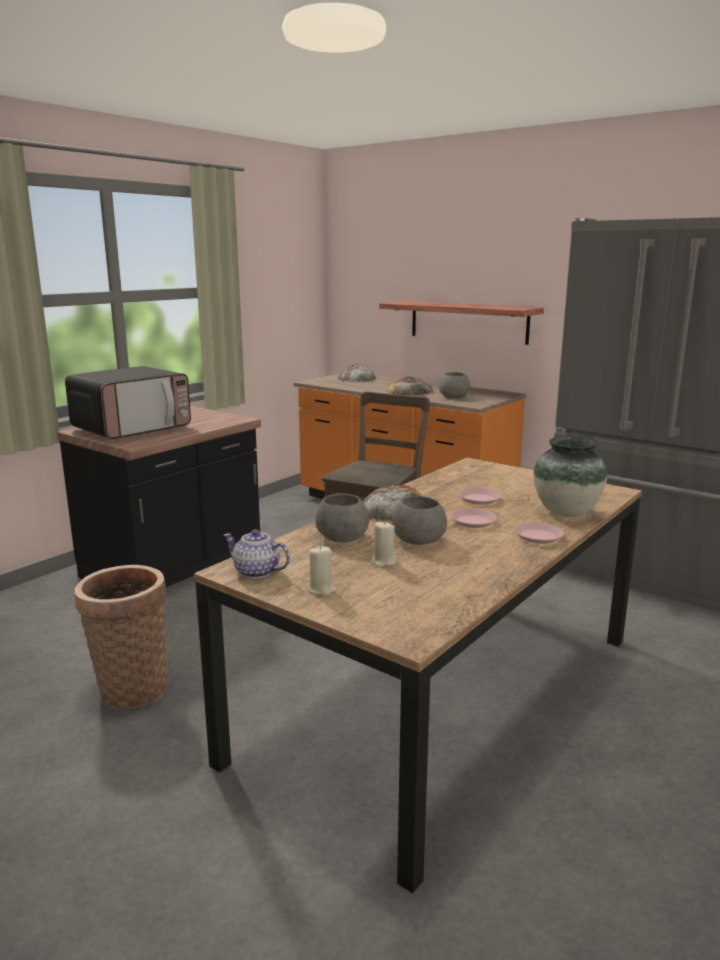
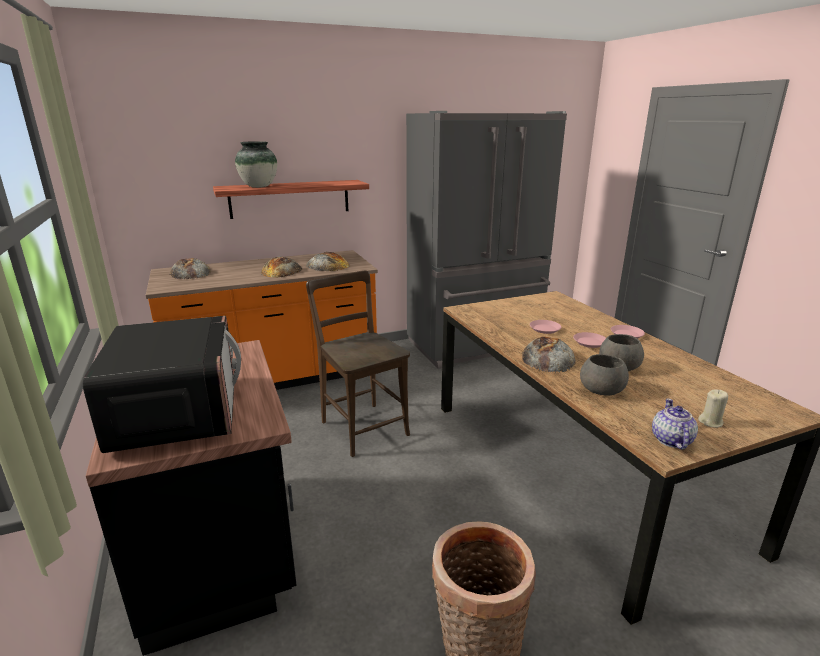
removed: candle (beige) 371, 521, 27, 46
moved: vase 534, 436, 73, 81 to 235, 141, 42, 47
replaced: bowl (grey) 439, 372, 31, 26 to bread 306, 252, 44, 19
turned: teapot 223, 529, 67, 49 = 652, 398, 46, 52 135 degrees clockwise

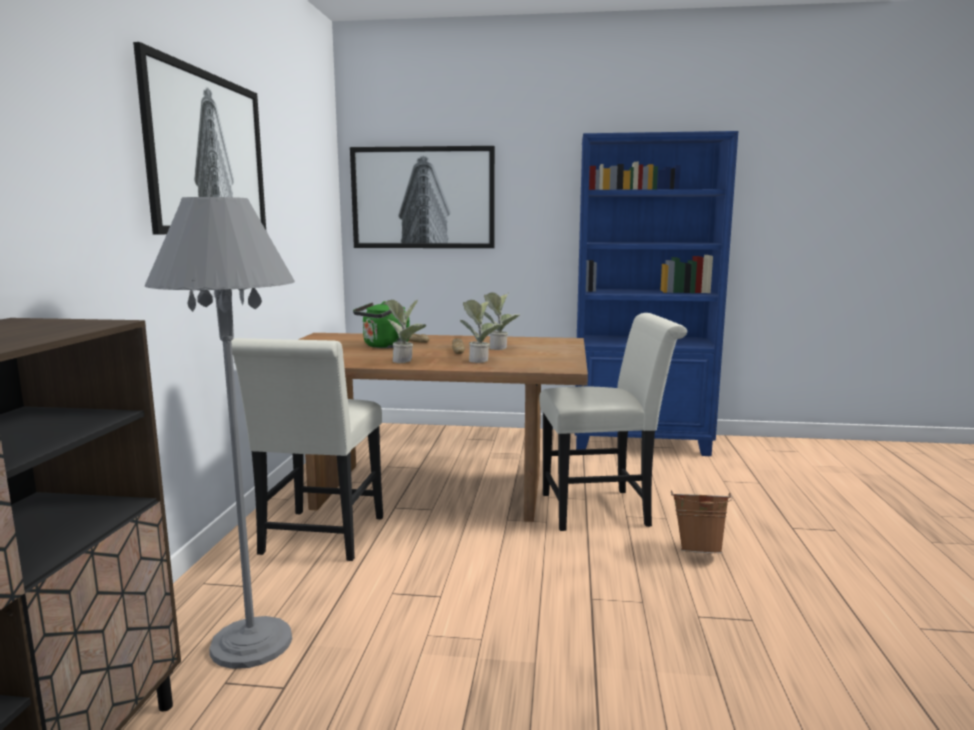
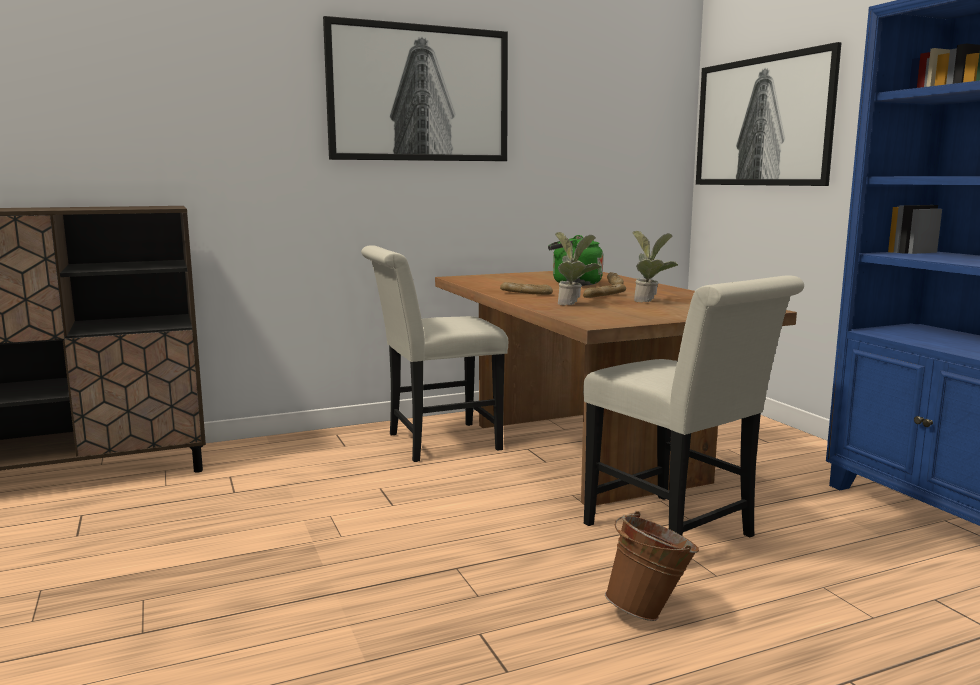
removed: floor lamp (grey) 145, 197, 150, 472
replaced: potted plant 386, 300, 40, 63 to bread 500, 282, 53, 13

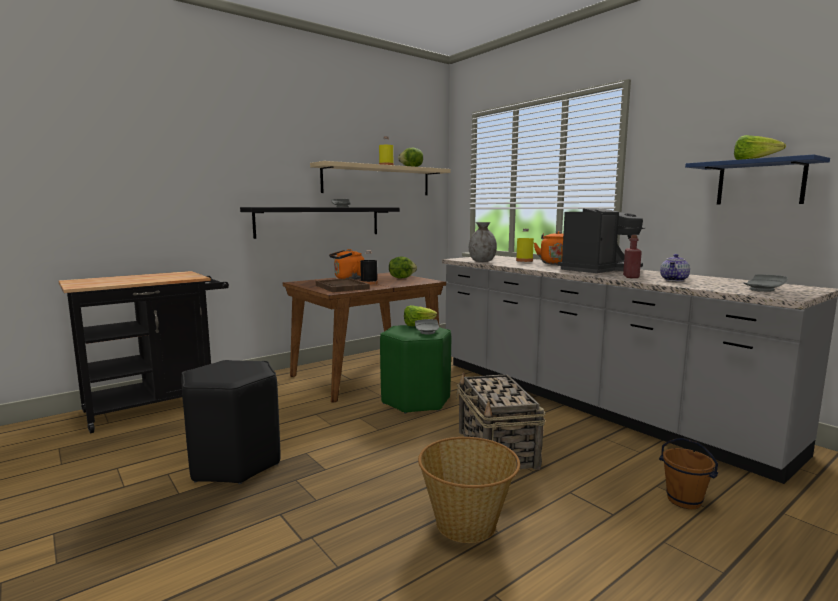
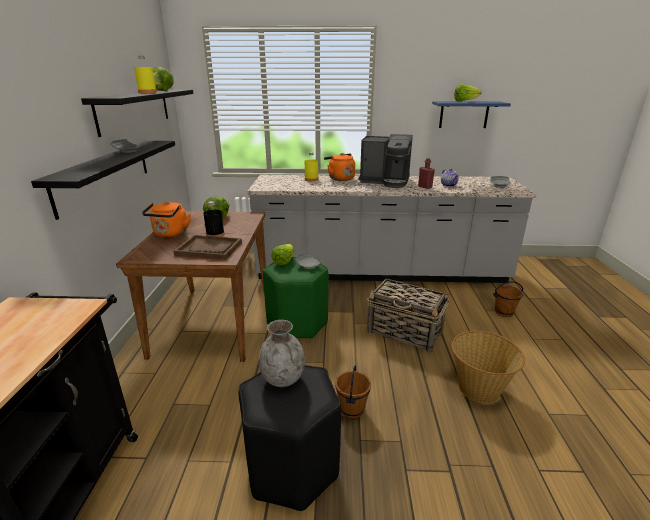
added: bucket (brown) 335, 366, 36, 53
moved: vase (grey) 469, 222, 28, 40 to 258, 320, 47, 67
recoloured: shelf (beige) 310, 161, 141, 34 to shelf (black) 81, 90, 112, 47
turned: coffee machine 558, 208, 87, 65 = 359, 134, 54, 54 105 degrees clockwise

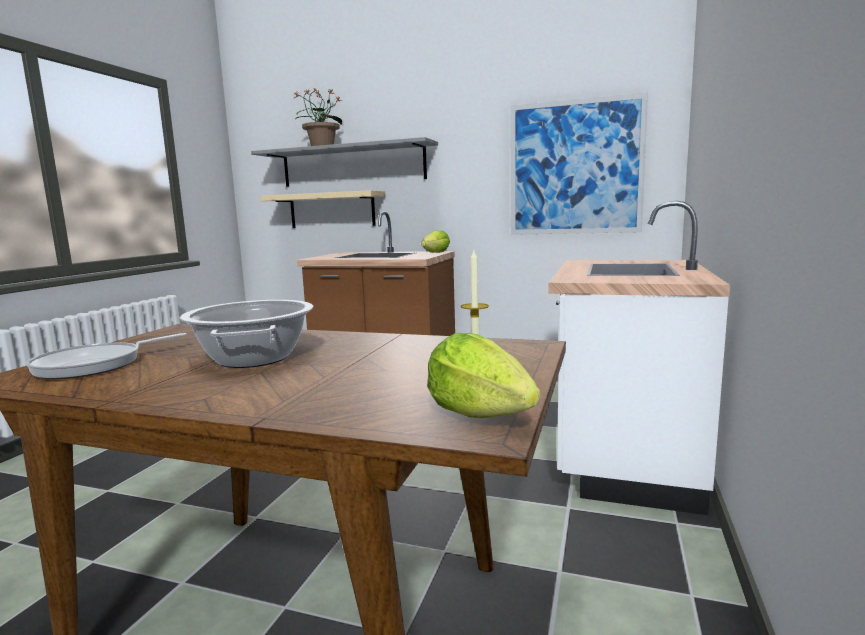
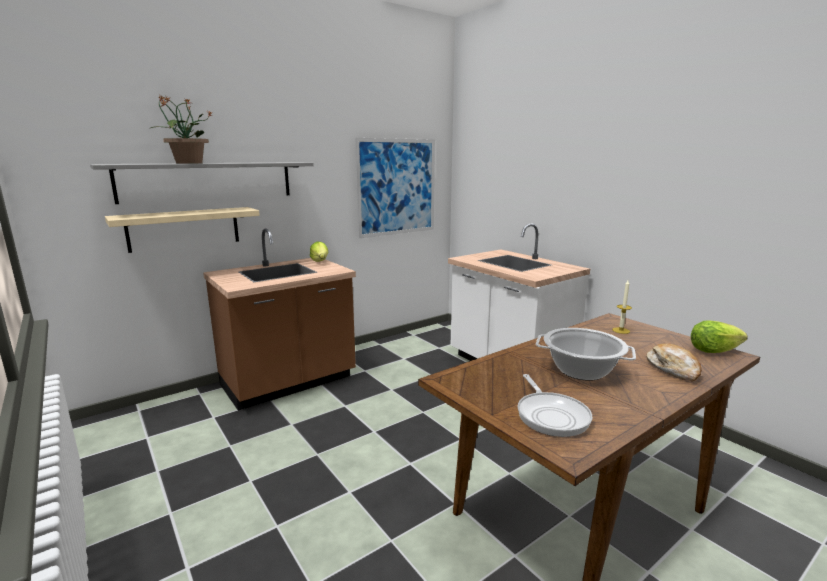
added: bread 647, 343, 55, 39

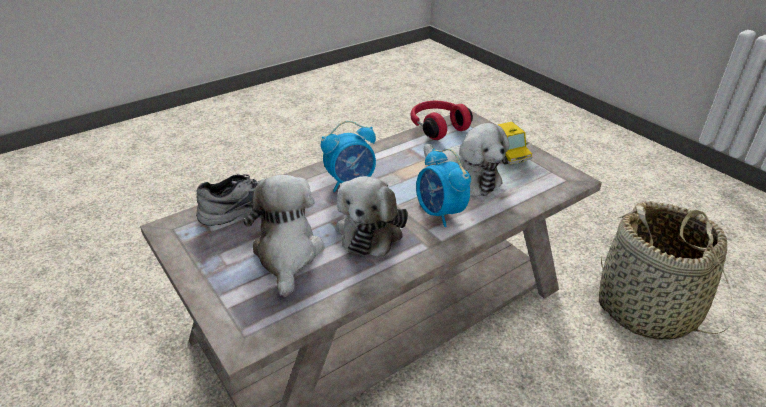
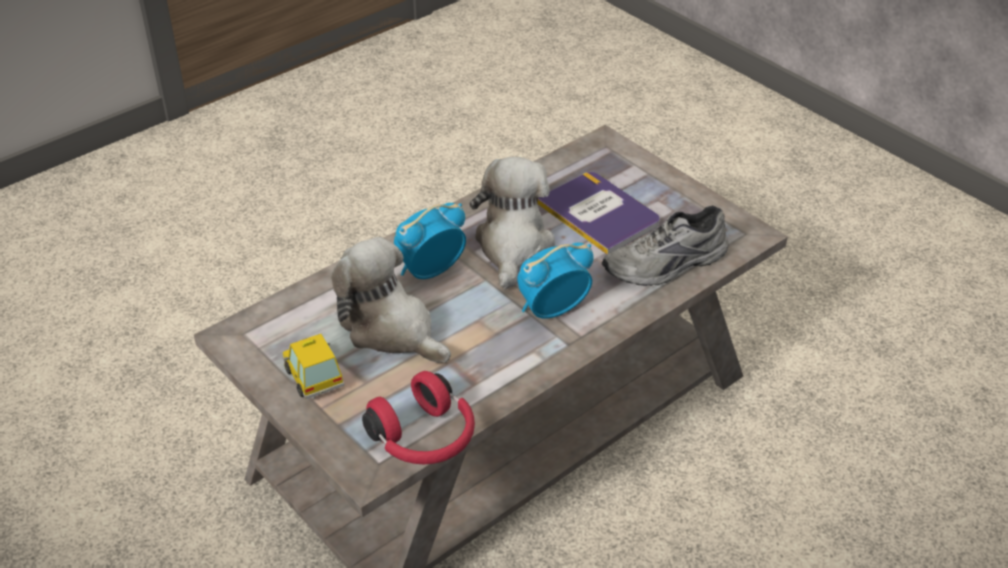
removed: basket 599, 201, 135, 139
replaced: plush toy 243, 175, 81, 122 to book 538, 172, 122, 82
turned: alarm clock 416, 149, 55, 78 = 394, 203, 72, 76 90 degrees counterclockwise

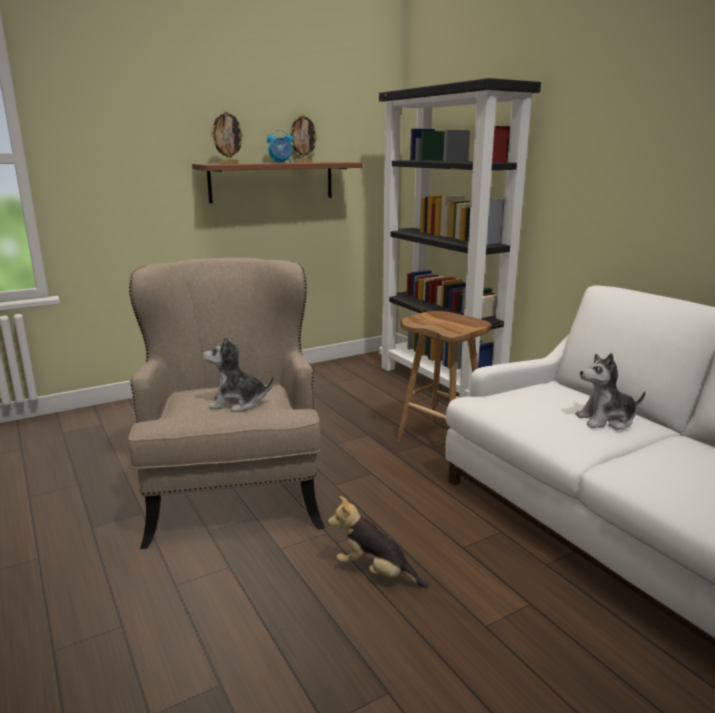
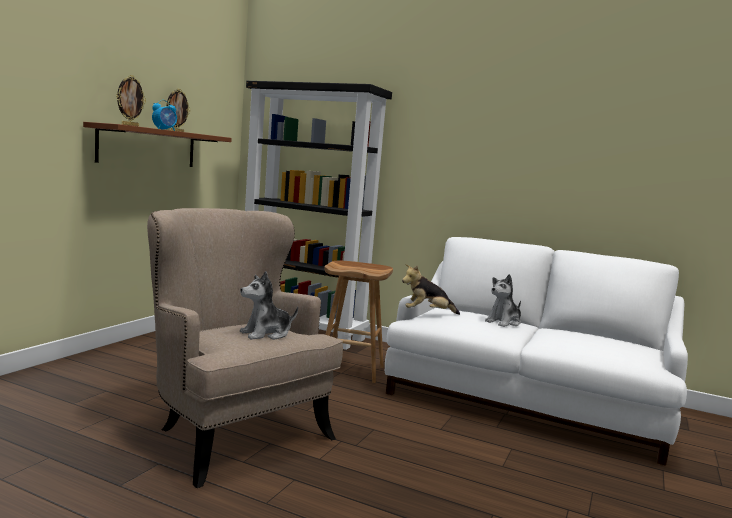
moved: plush toy 328, 496, 101, 92 to 402, 264, 58, 51

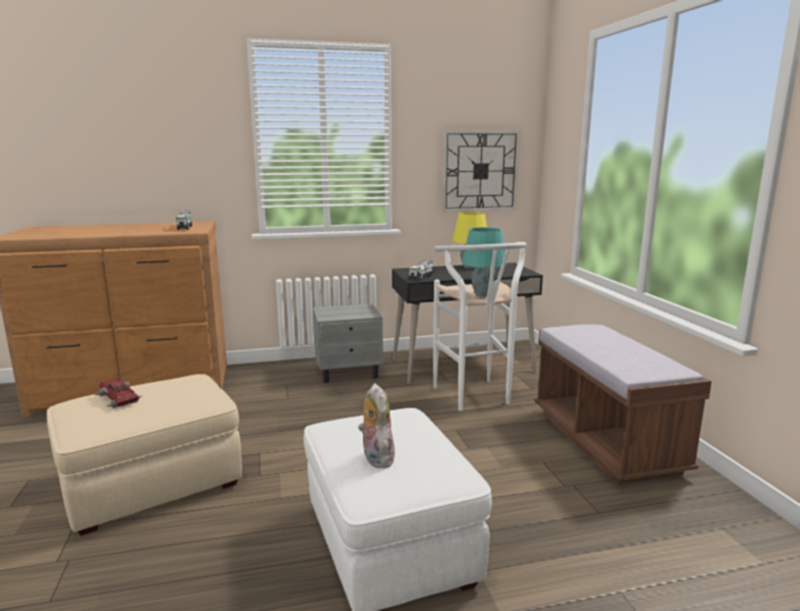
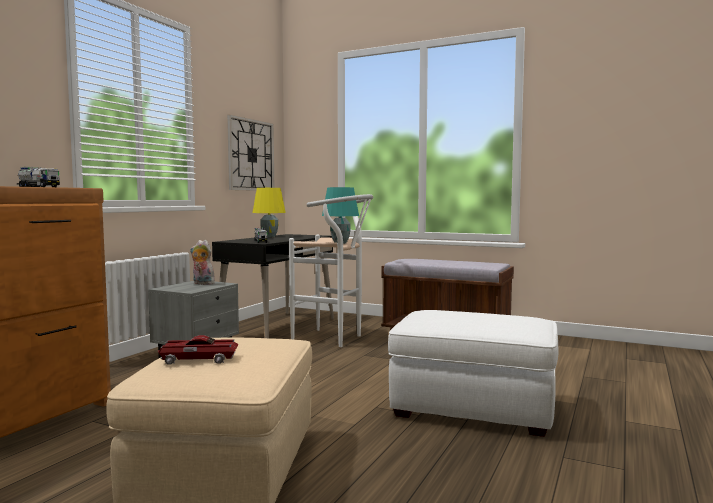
moved: plush toy 358, 383, 38, 85 to 190, 240, 28, 45

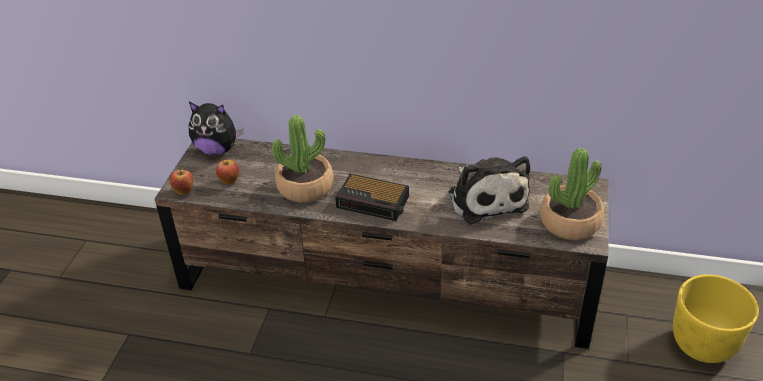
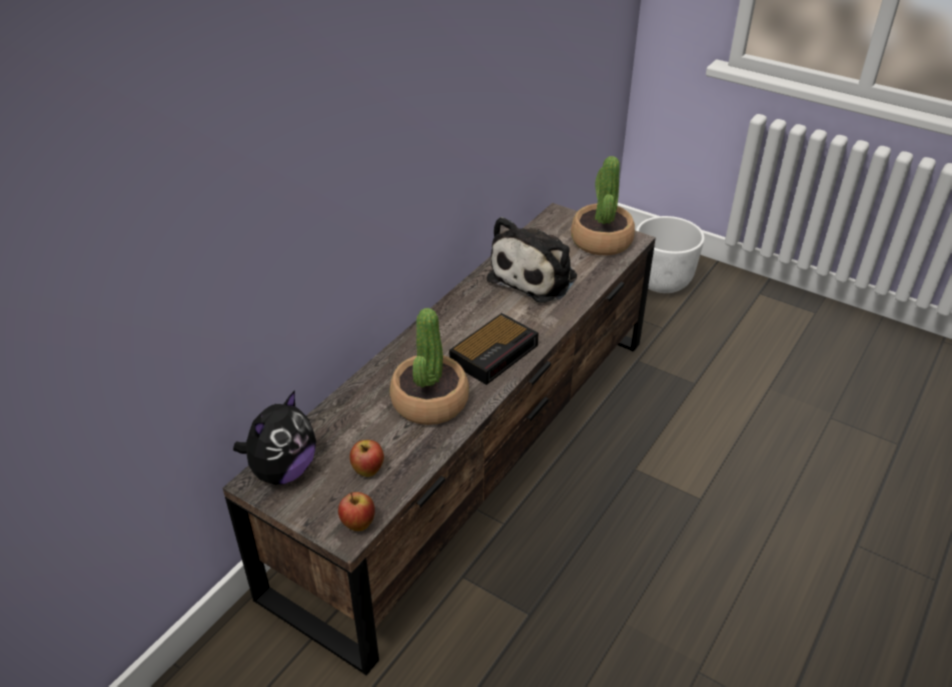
recoloured: planter (yellow) 673, 274, 86, 89 to planter (white) 636, 216, 69, 77
turned: plush toy 448, 156, 82, 68 = 487, 217, 90, 86 120 degrees clockwise

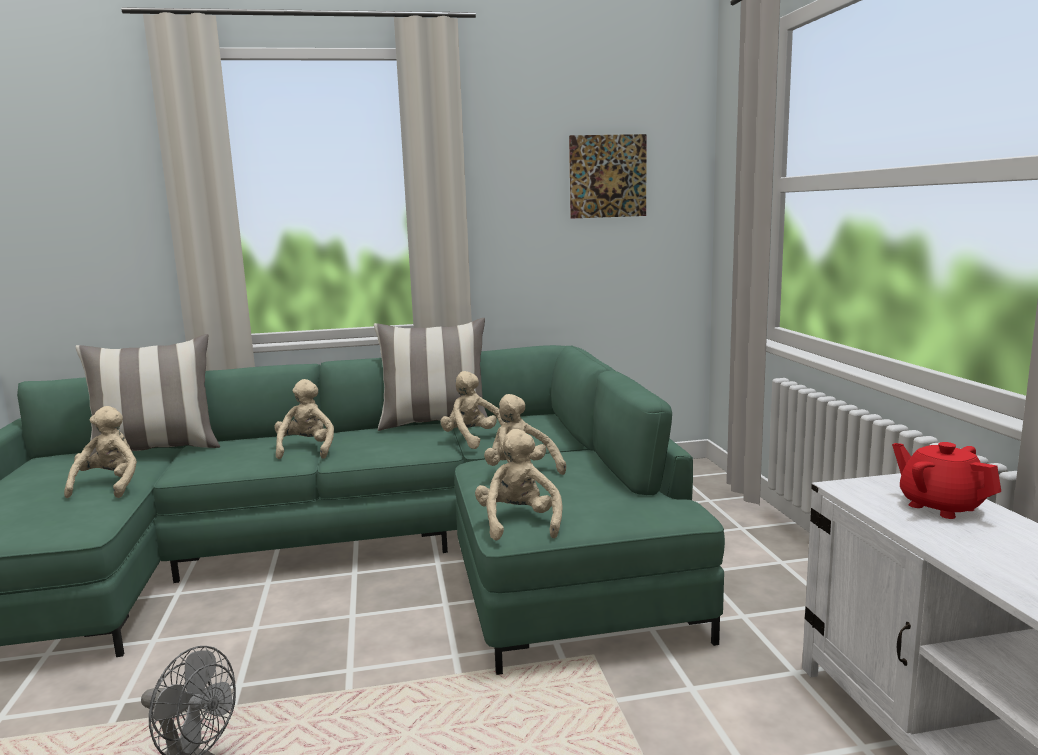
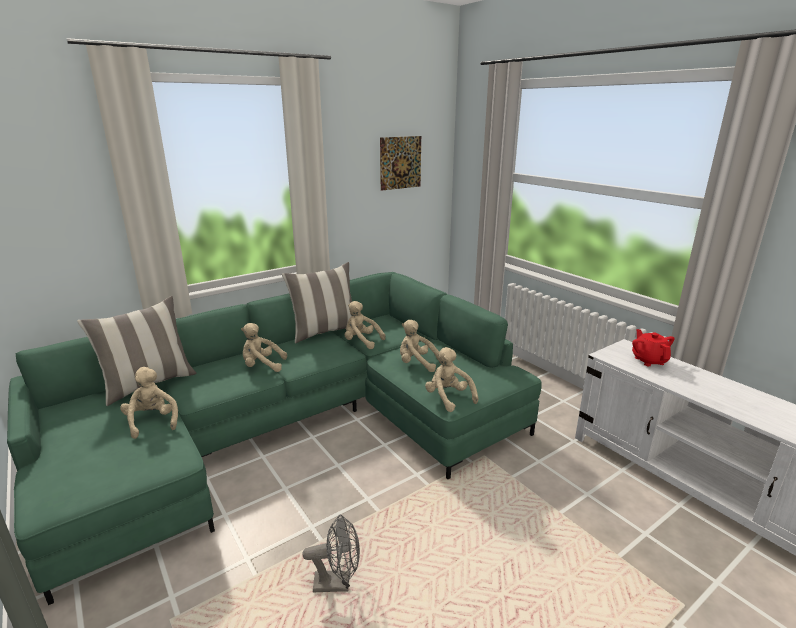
turned: plush toy (beige) 274, 379, 60, 80 = 241, 323, 46, 49 60 degrees counterclockwise; teapot (red) 892, 442, 109, 77 = 632, 329, 42, 37 45 degrees clockwise

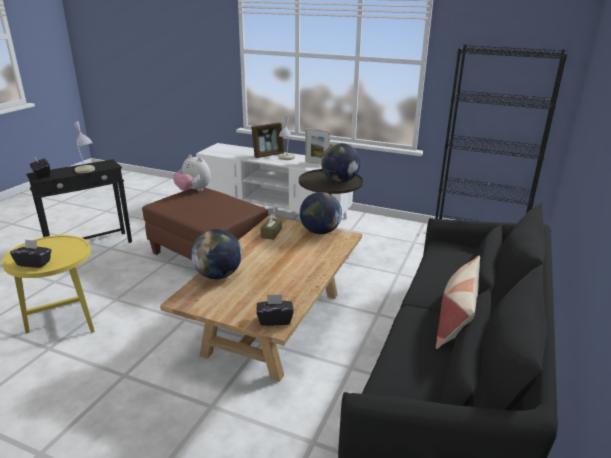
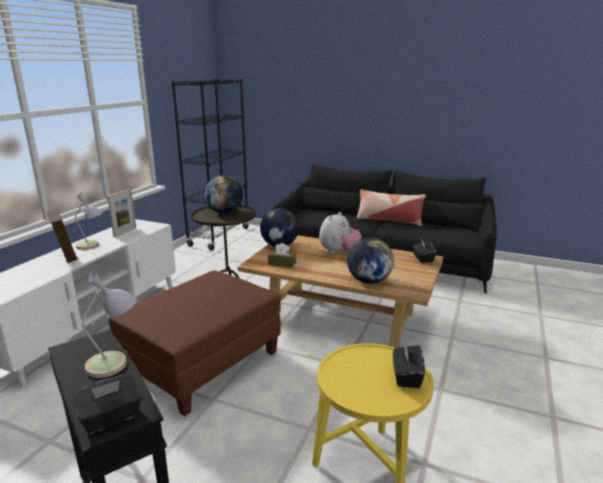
moved: plush toy 173, 155, 38, 36 to 319, 212, 42, 42

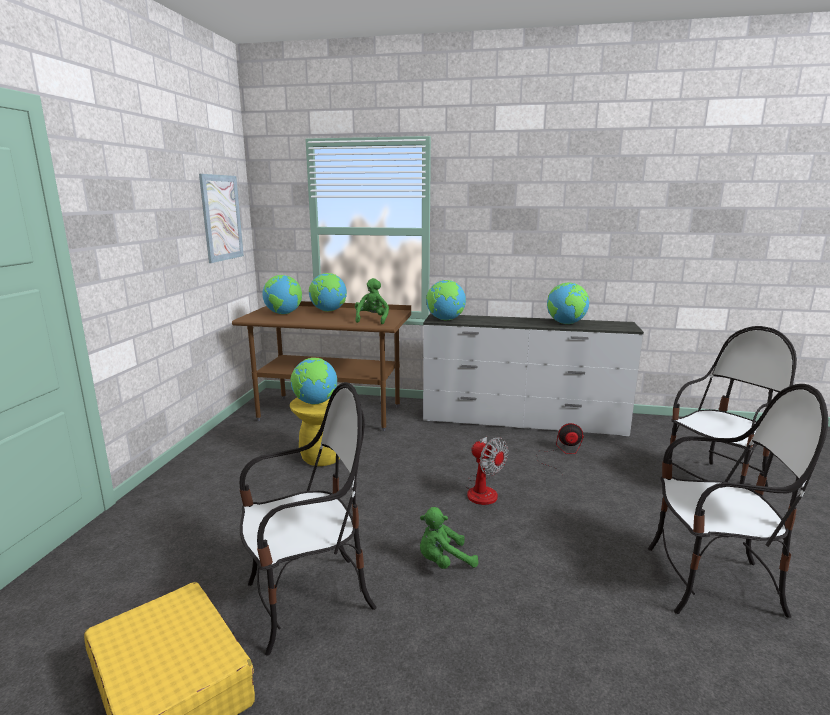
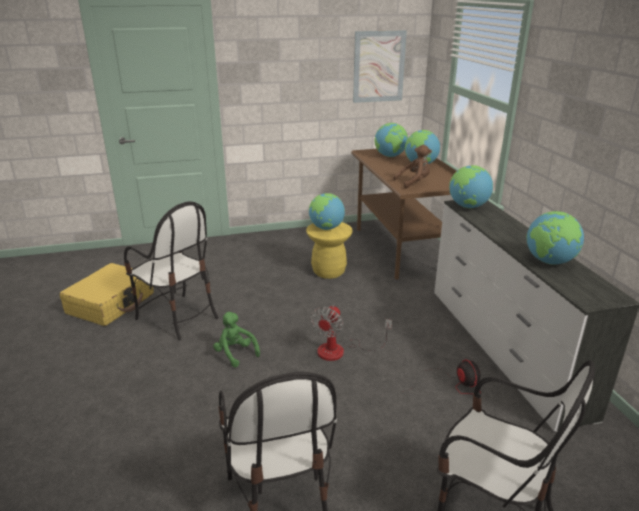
recoloured: plush toy (green) 355, 278, 34, 46 to plush toy (brown) 393, 145, 39, 44

